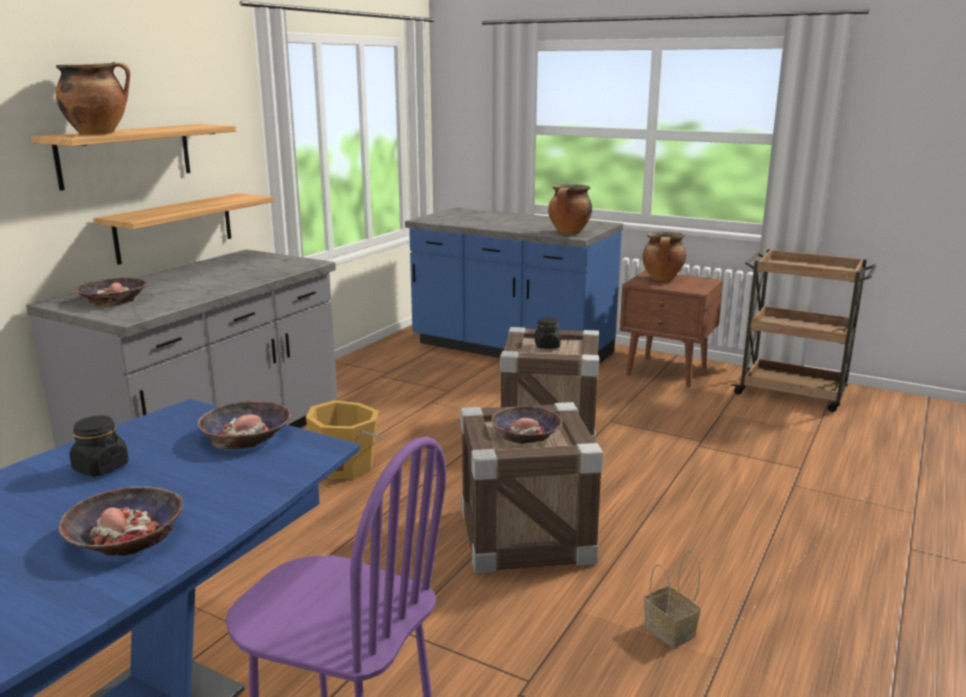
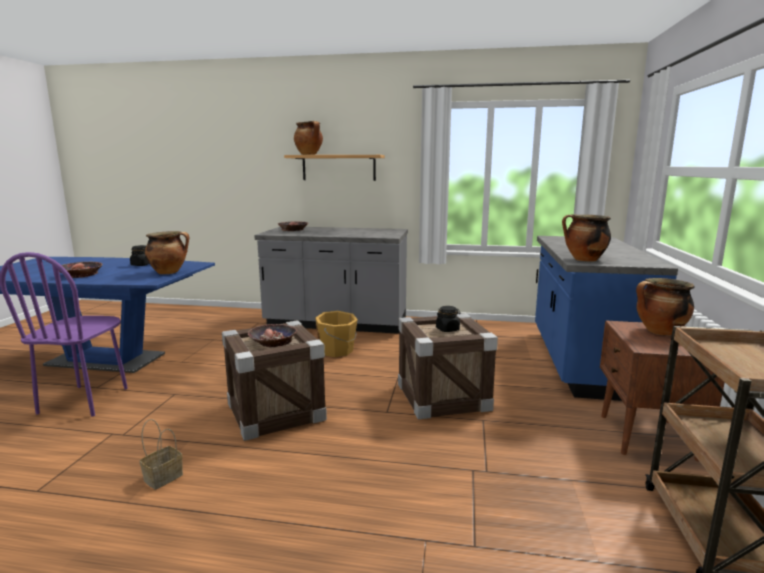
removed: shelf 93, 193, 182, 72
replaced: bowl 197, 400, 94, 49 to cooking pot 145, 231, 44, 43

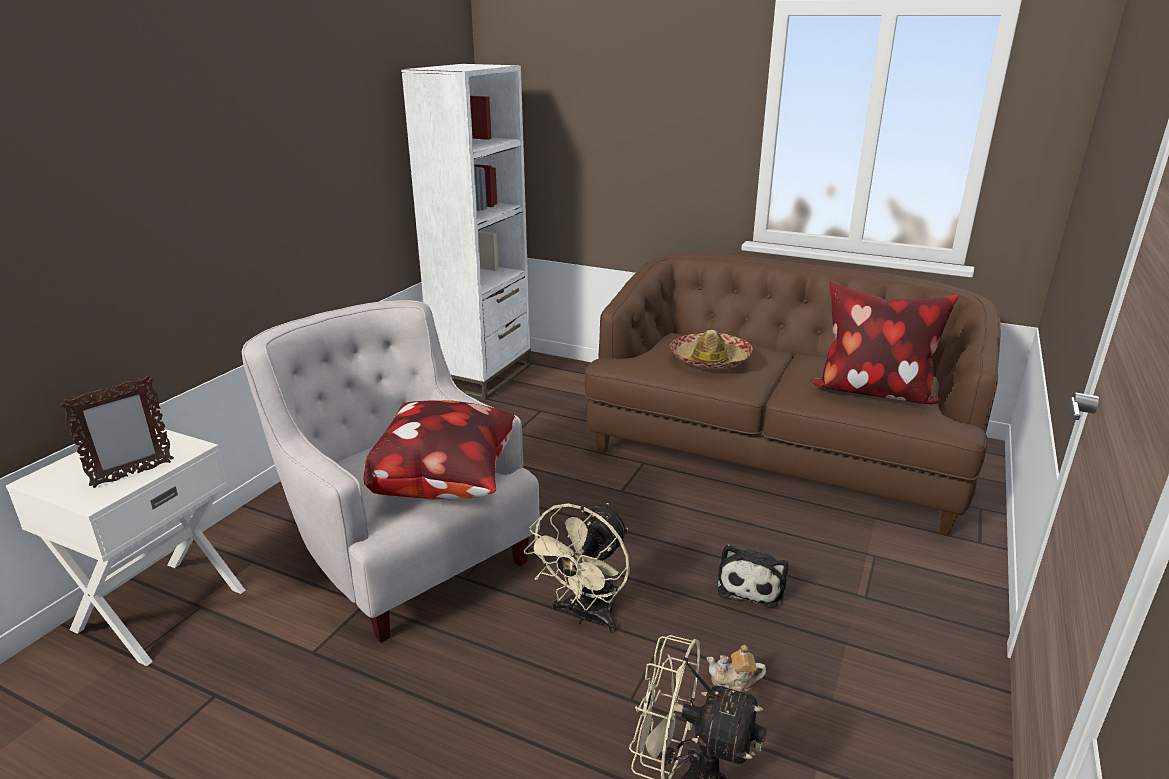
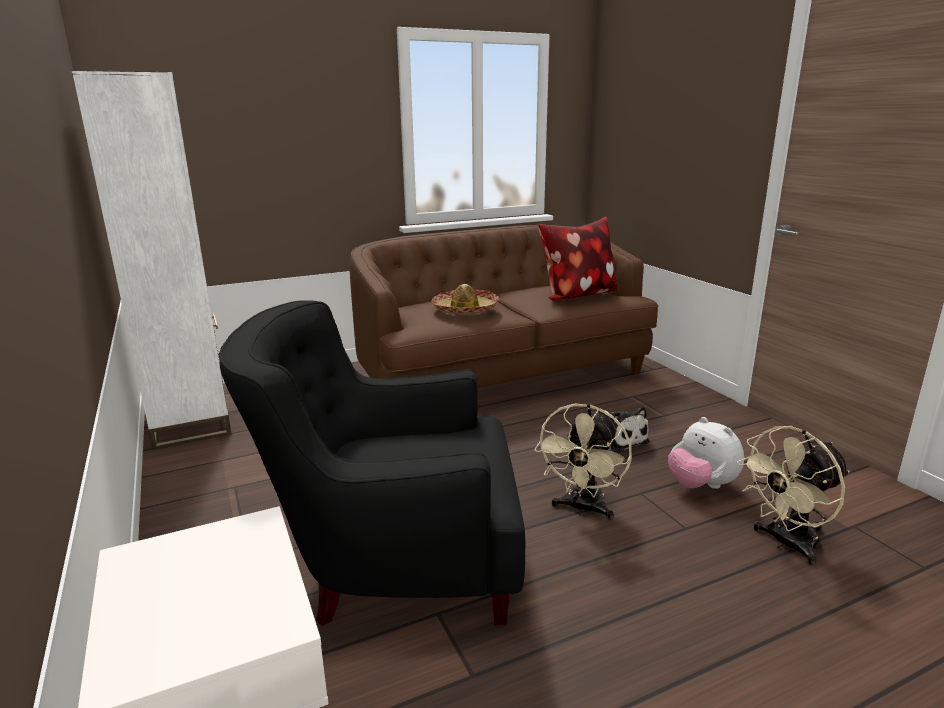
removed: picture frame 60, 376, 114, 112; pillow 364, 400, 157, 100
replaced: teapot 706, 644, 60, 49 to plush toy 668, 417, 76, 72
recoloured: armchair (white) 242, 300, 298, 343 to armchair (black) 219, 300, 306, 326
turned: fan (beige) 524, 503, 106, 130 = 534, 404, 98, 116 45 degrees clockwise

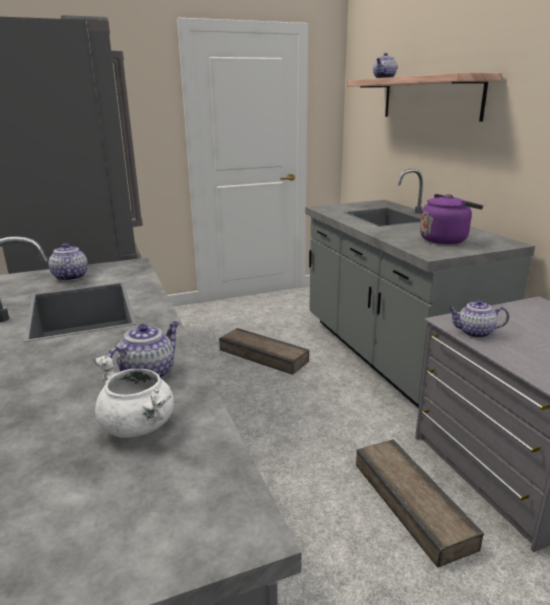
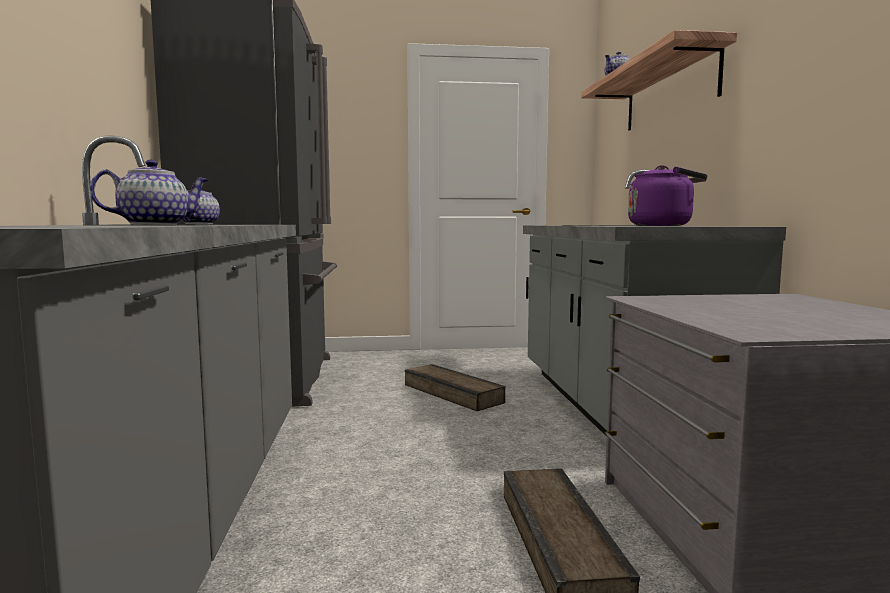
removed: cooking pot (white) 94, 356, 80, 82; teapot 448, 300, 61, 38

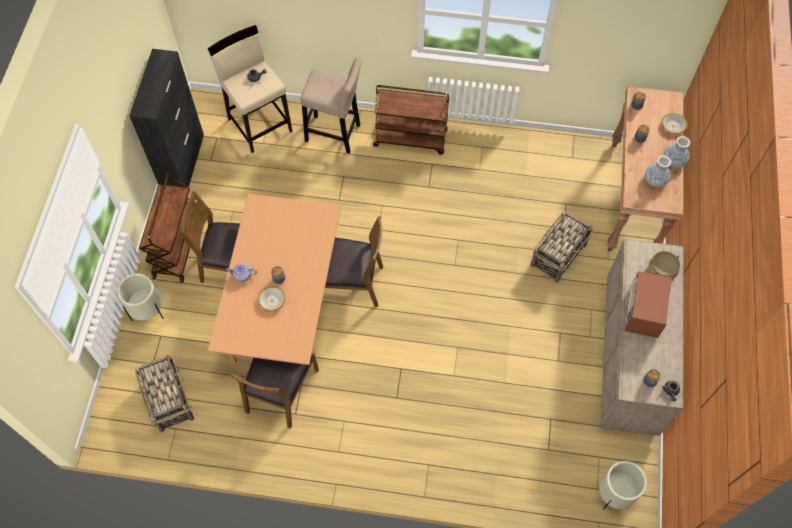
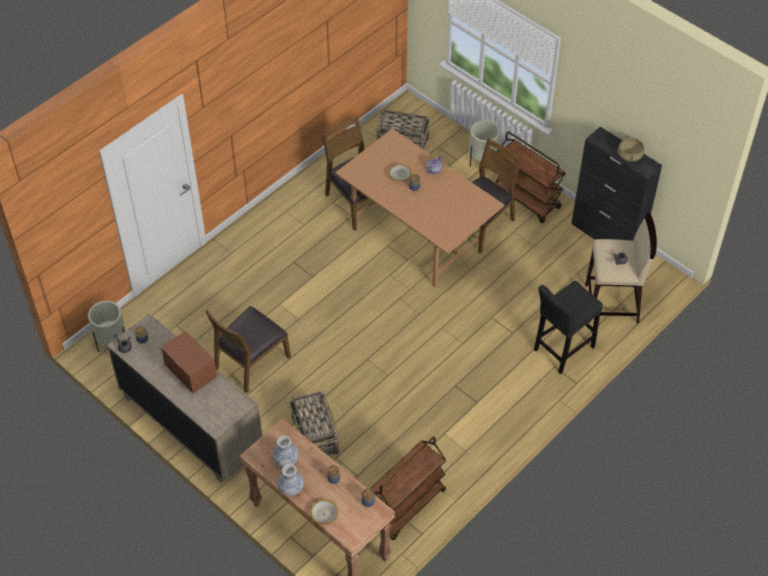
moved: chair (brown) 325, 216, 58, 91 to 205, 306, 86, 87; cart (brown) 373, 85, 76, 70 to 370, 436, 76, 104; cooking pot (beige) 649, 251, 31, 28 to 618, 137, 26, 25
recoloured: stool (beige) 301, 57, 61, 97 to stool (black) 534, 281, 69, 93

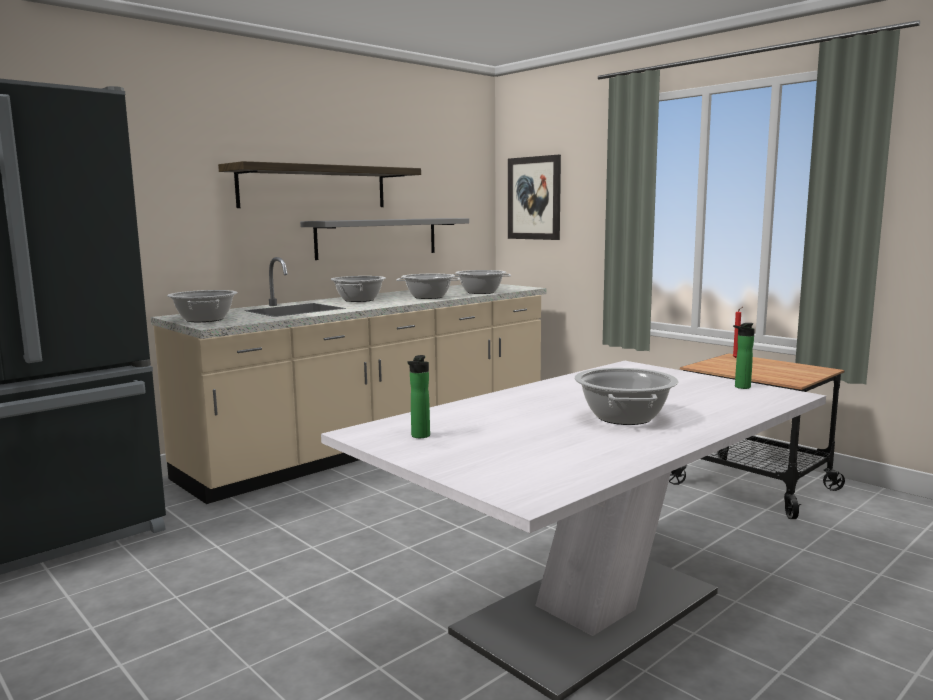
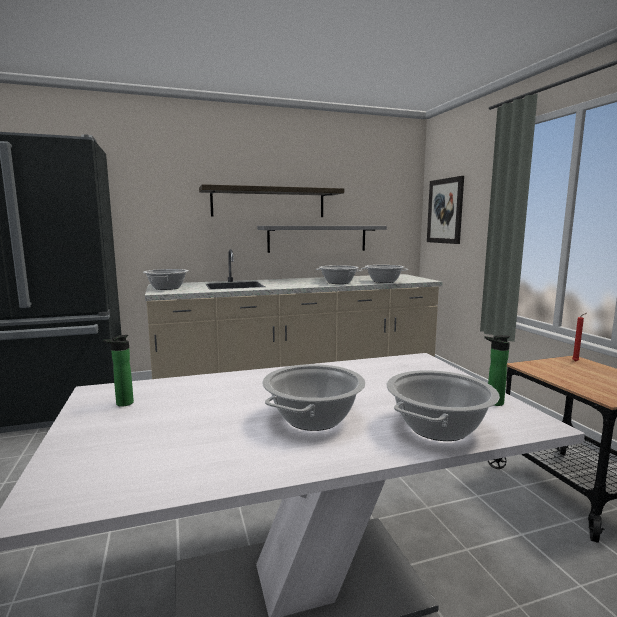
moved: cooking pot 330, 276, 56, 26 to 387, 370, 113, 71

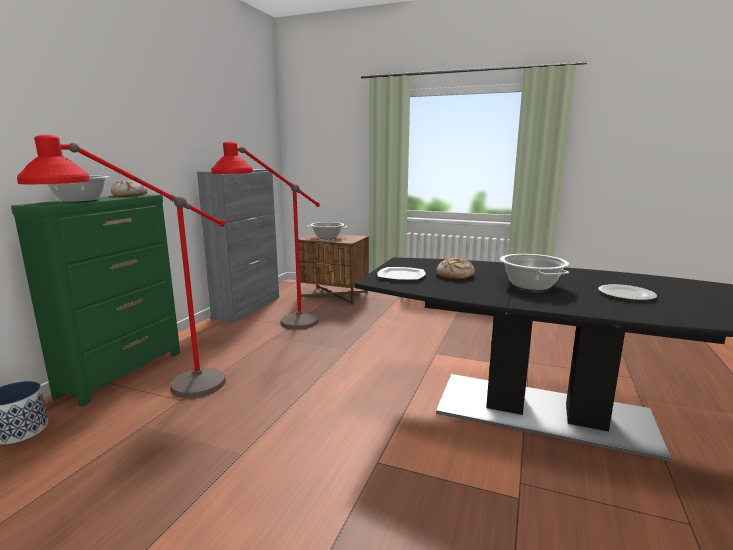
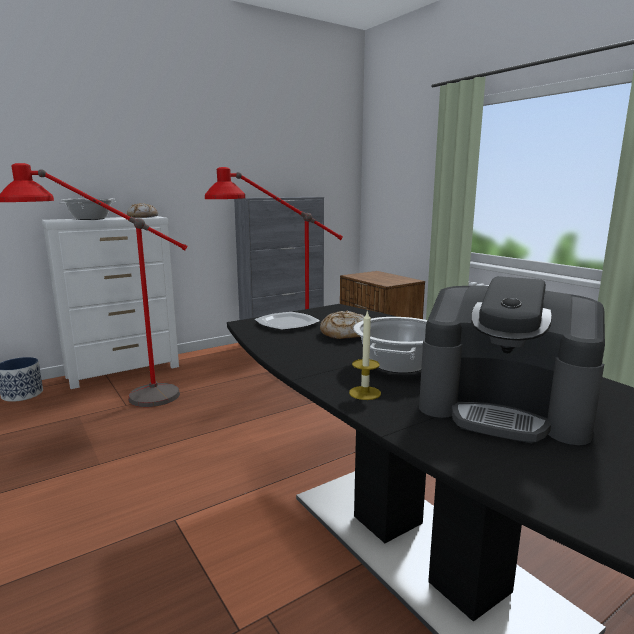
removed: cooking pot 307, 222, 40, 17
added: candle 349, 310, 32, 90
replaced: plate 598, 284, 59, 17 to coffee machine 419, 276, 186, 169
recoloured: dresser (green) 11, 194, 169, 213 to dresser (white) 42, 216, 137, 173

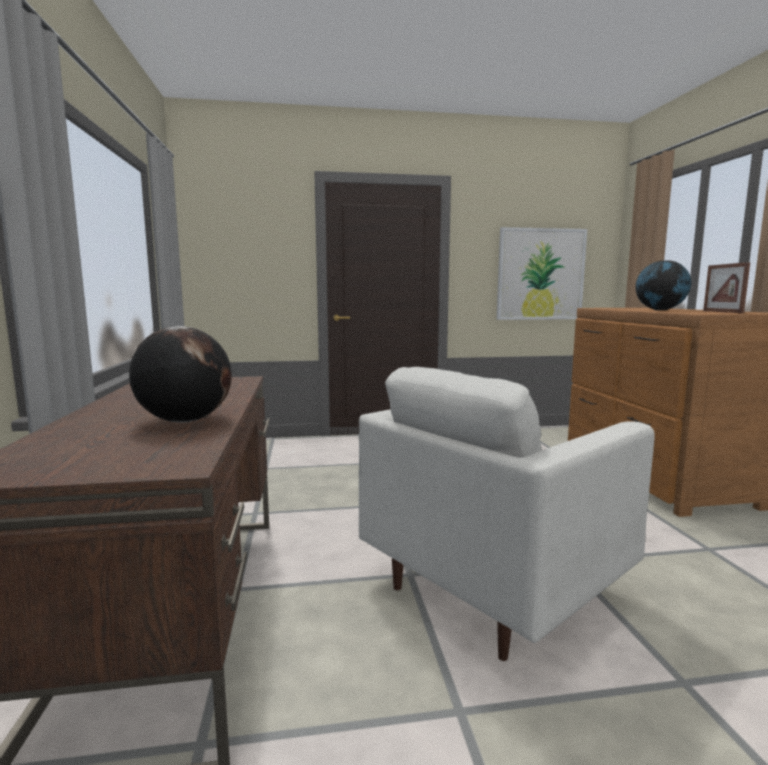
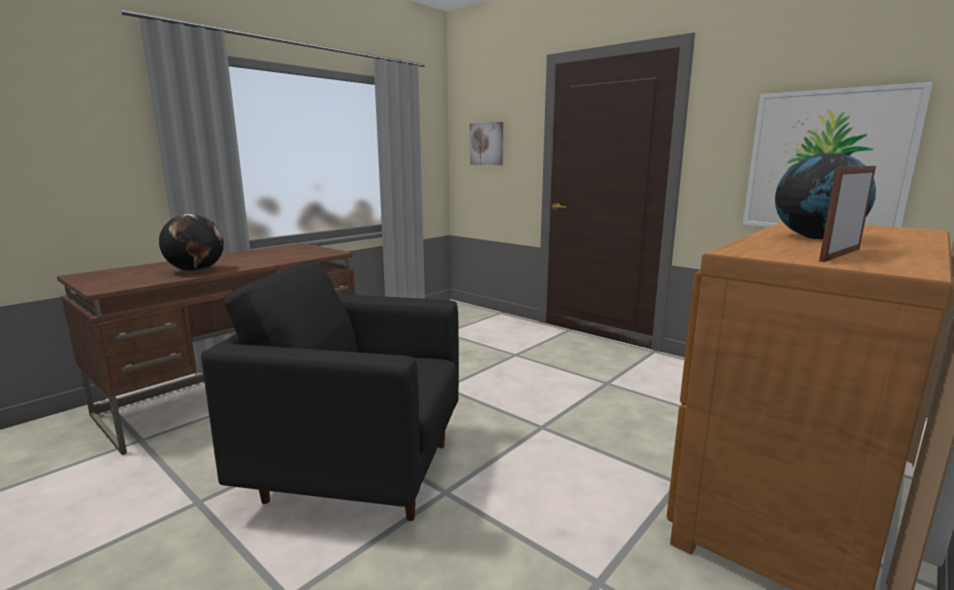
added: picture 470, 122, 33, 43
recoloured: armchair (white) 359, 367, 296, 294 to armchair (black) 201, 260, 258, 261

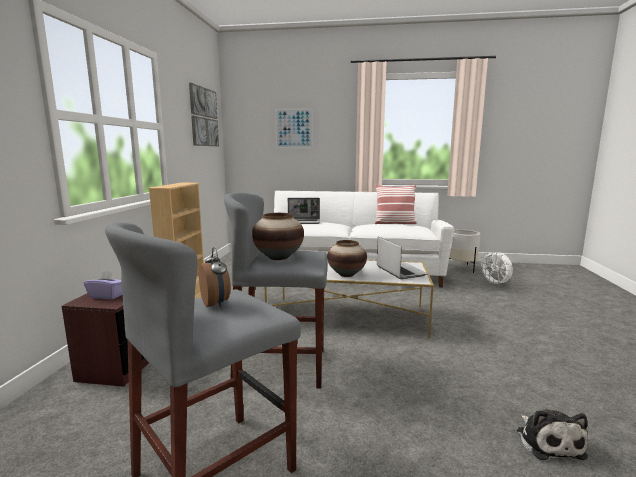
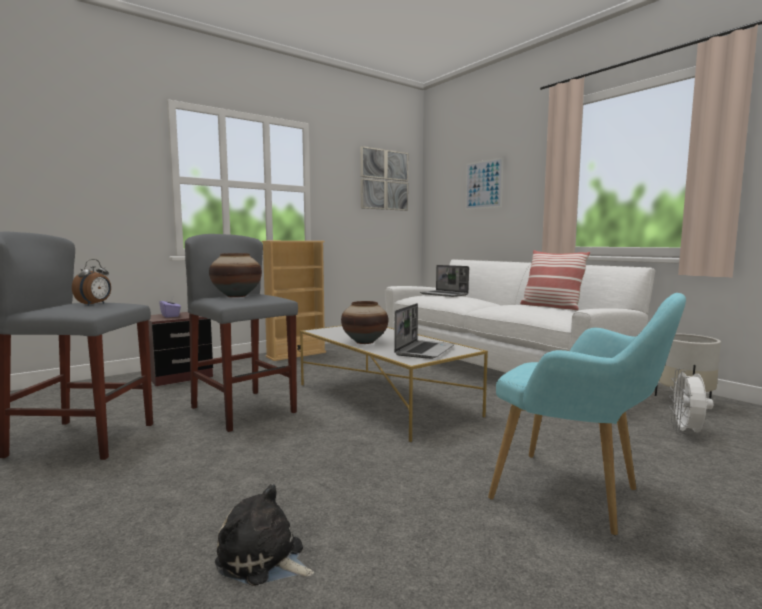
added: armchair (turquoise) 488, 293, 198, 242
turned: plush toy 517, 409, 71, 51 = 215, 484, 99, 102 75 degrees clockwise

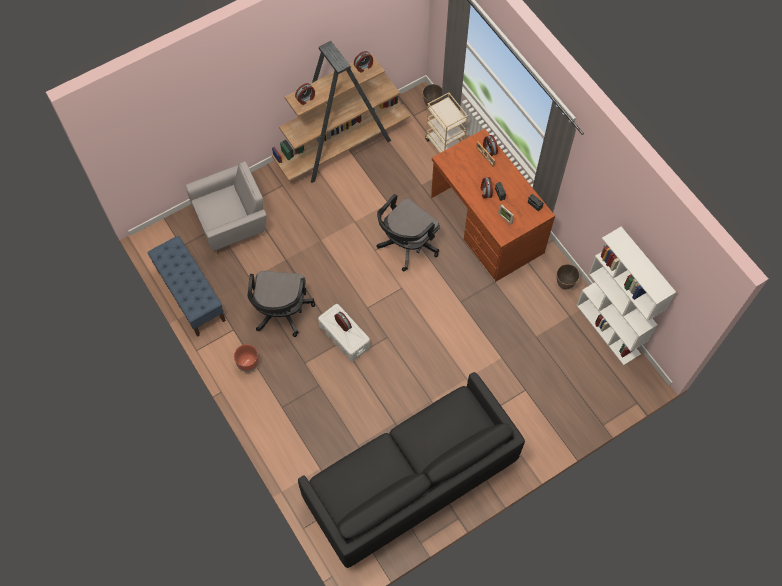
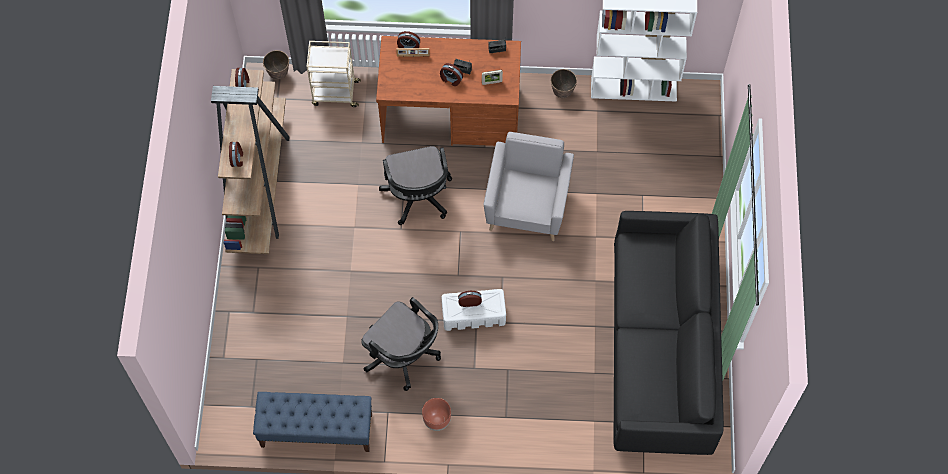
moved: armchair (grey) 186, 161, 81, 95 to 483, 132, 91, 109

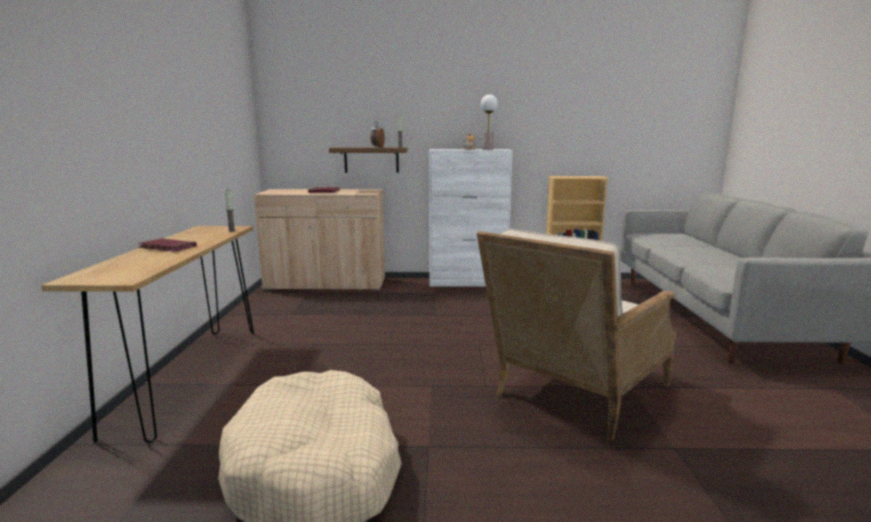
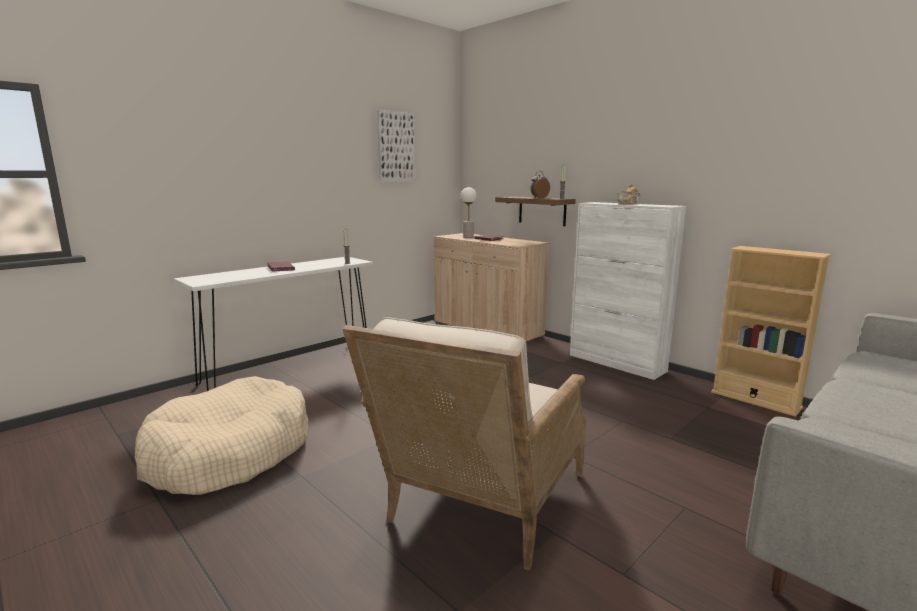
added: picture 377, 110, 39, 71
moved: table lamp 481, 94, 17, 56 to 461, 187, 16, 51
recoloured: console table (brown) 41, 226, 213, 217 to console table (white) 174, 257, 199, 134
turned: armchair (beige) 476, 229, 200, 212 = 342, 317, 245, 254 60 degrees counterclockwise

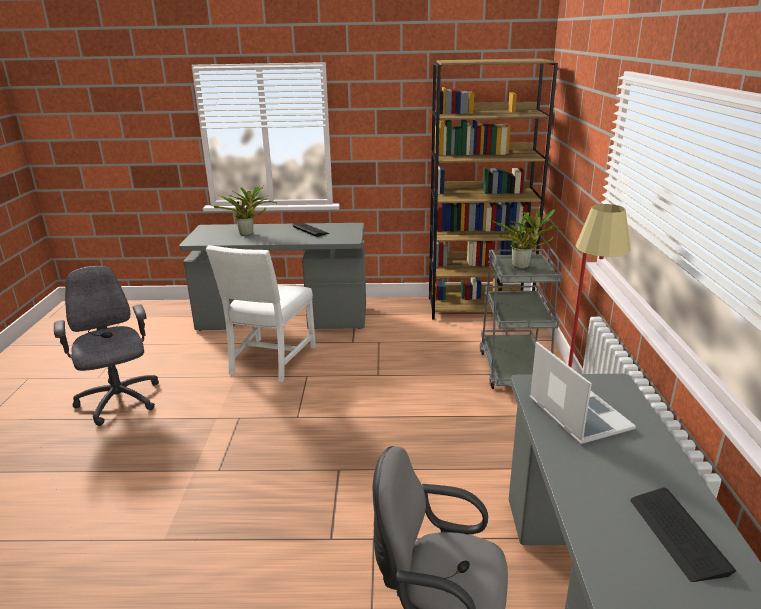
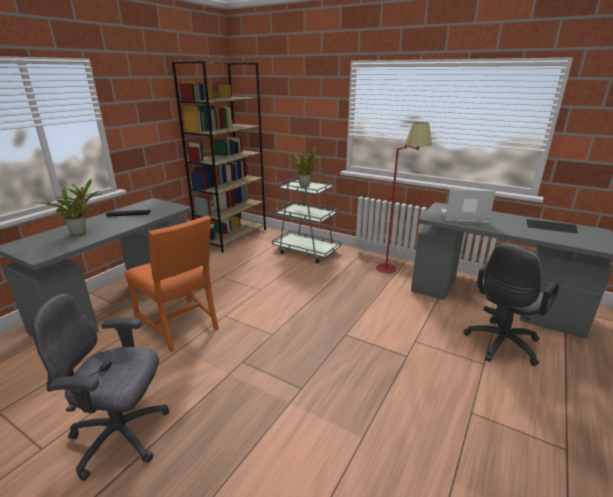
recoloured: chair (white) 206, 245, 110, 137 to chair (orange) 125, 216, 94, 136

